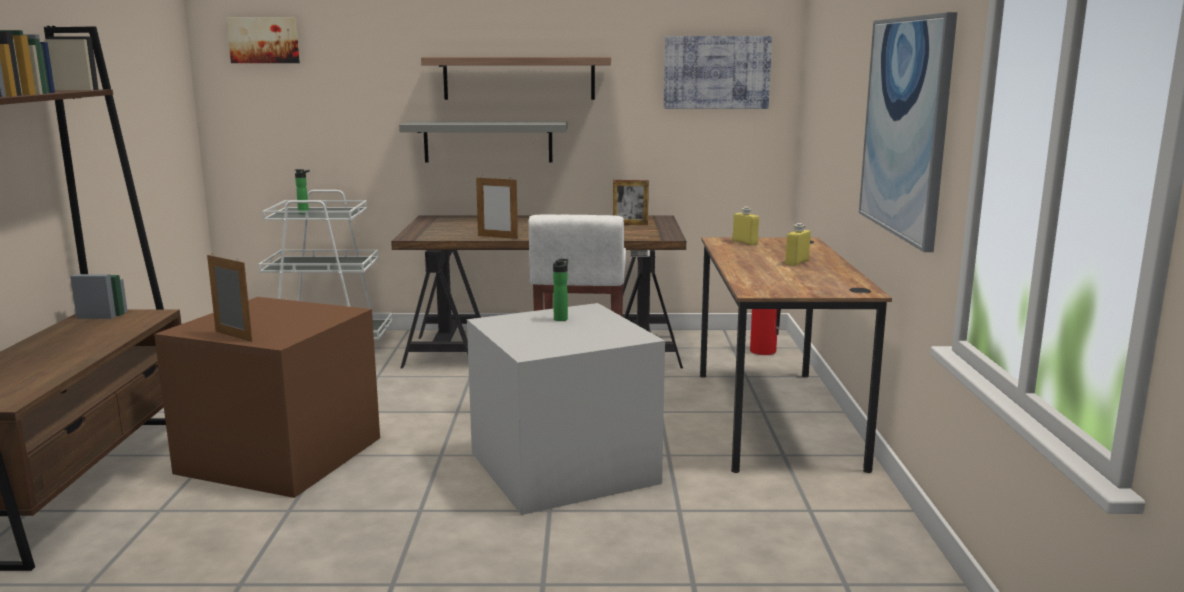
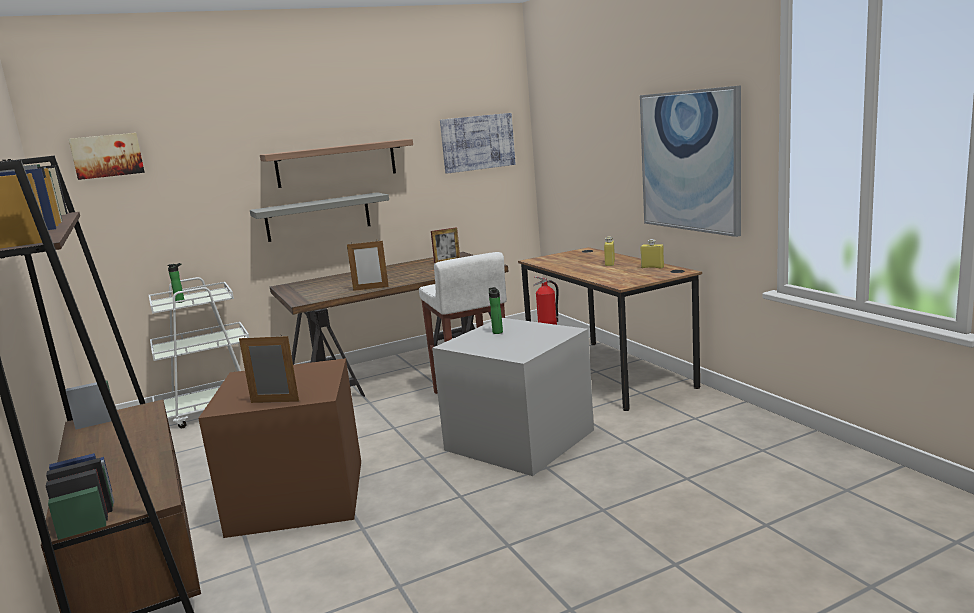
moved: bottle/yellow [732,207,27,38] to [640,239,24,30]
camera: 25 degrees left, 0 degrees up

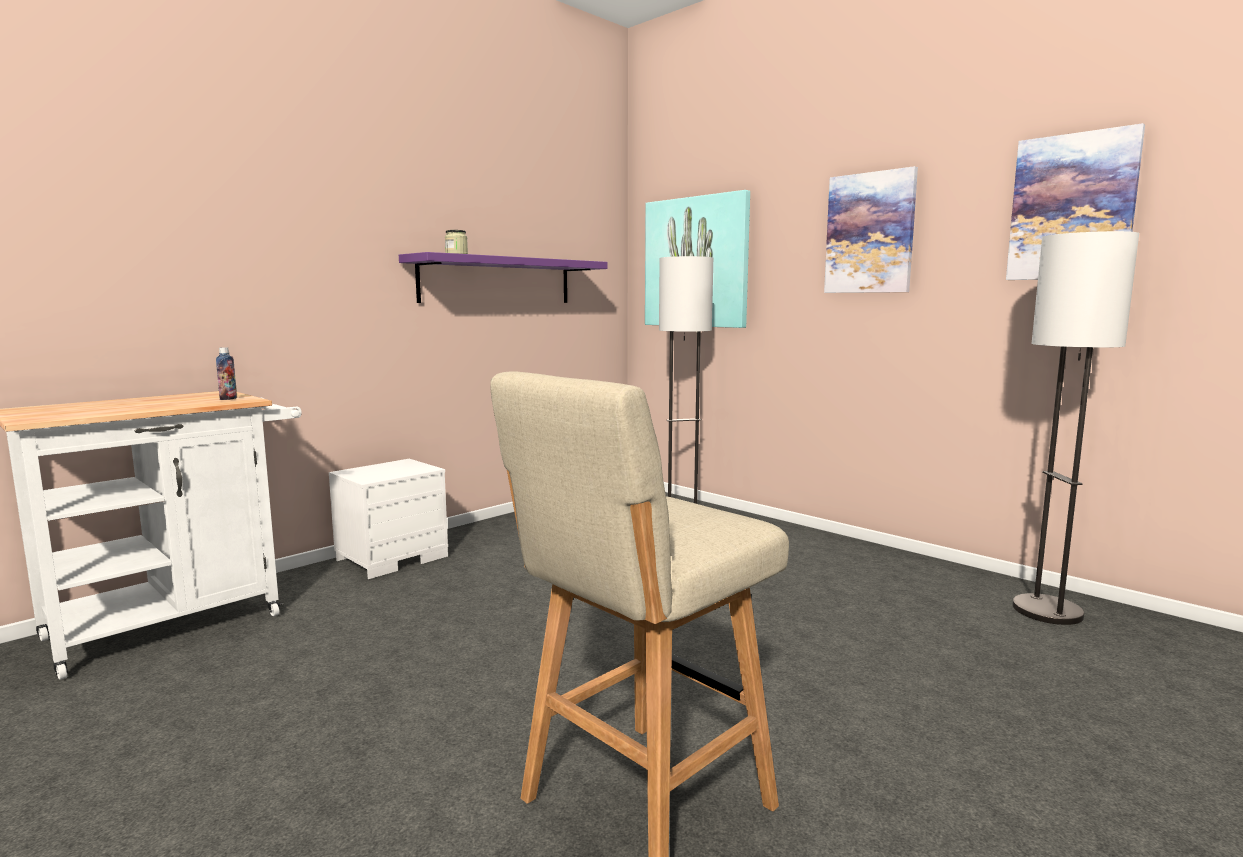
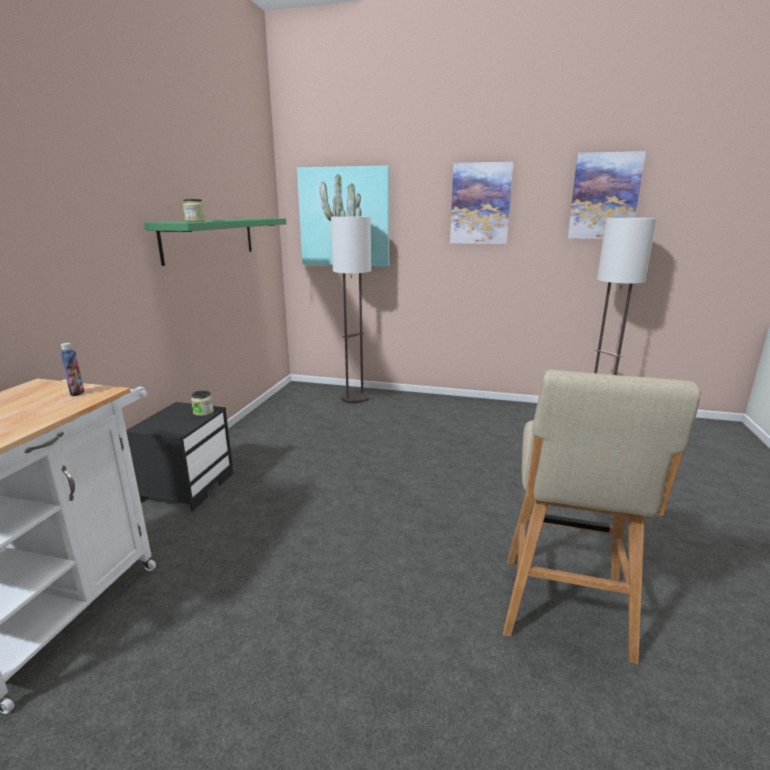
added: jar [191,390,23,26]
recoloured: nightstand/white [329,459,119,120] to nightstand/black [126,402,107,109]; shelf/purple [399,252,208,51] to shelf/green [144,218,142,48]
camera: 30 degrees left, 10 degrees up

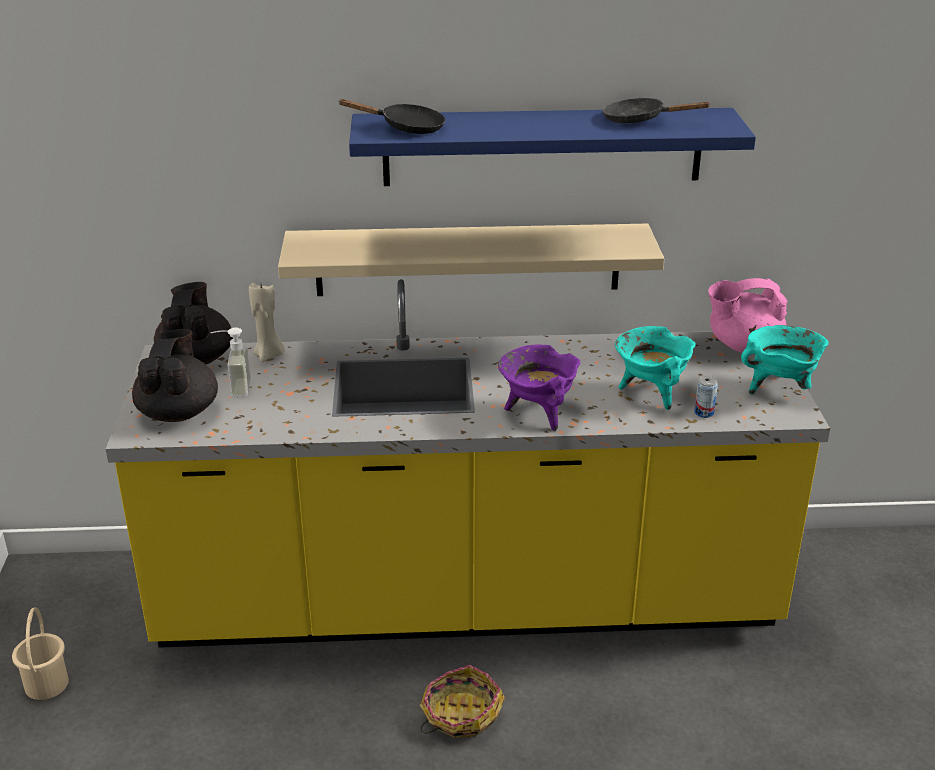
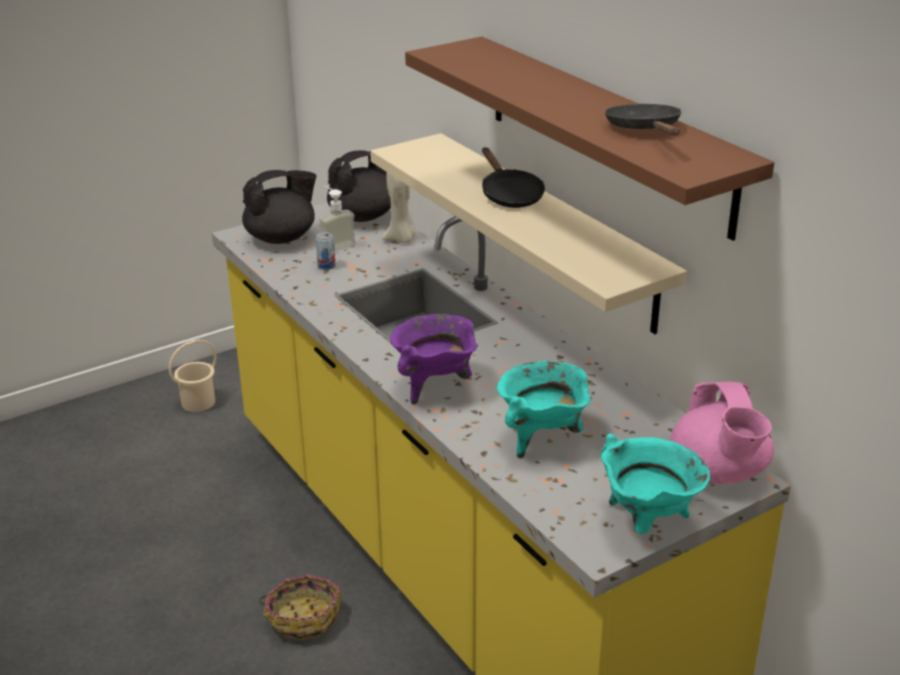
moved: frying pan/black [339,99,106,35] to [482,147,63,61]; can [694,377,24,41] to [316,232,20,38]
recoloured: shelf/blue [349,108,407,78] to shelf/brown [405,36,369,205]
turned: teapot/pink [708,278,79,75] = [670,382,104,102] 150 degrees counterclockwise
camera: 60 degrees right, 0 degrees up

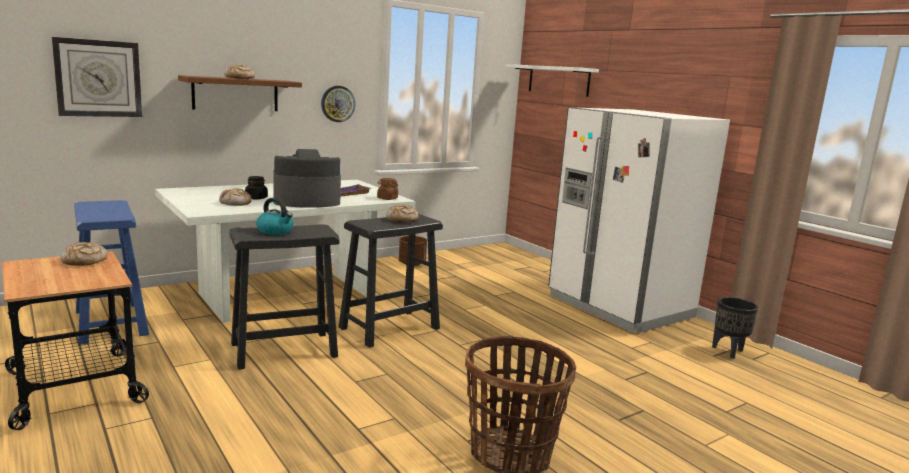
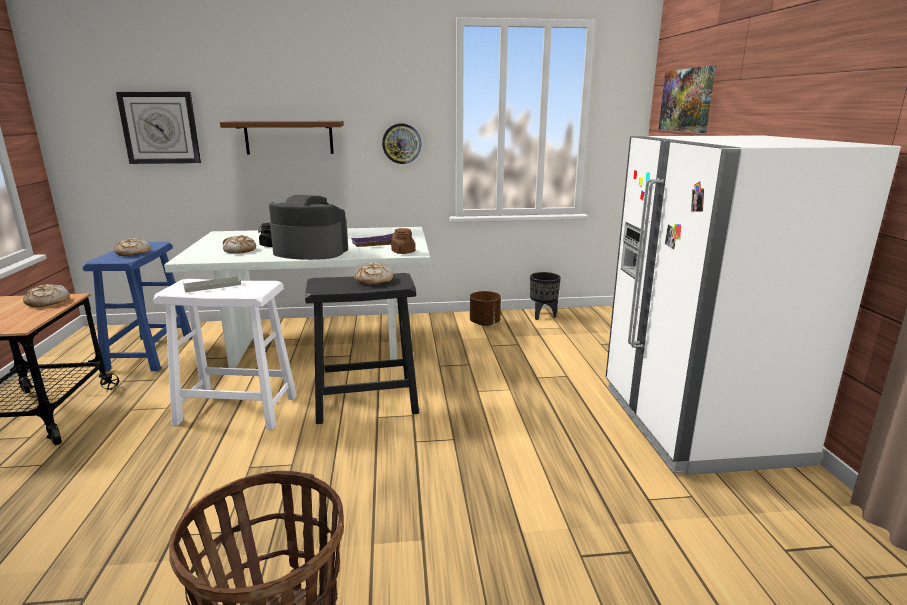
moved: bread [224,65,31,14] to [114,238,37,18]; planter/black [712,297,46,62] to [530,272,31,48]
replaced: kettle [256,198,38,37] to tray/grey [183,274,58,19]; shelf/white [505,64,94,32] to picture [659,66,57,67]
recoloured: stool/black [230,224,110,146] to stool/white [153,279,144,151]
camera: 30 degrees right, 5 degrees up

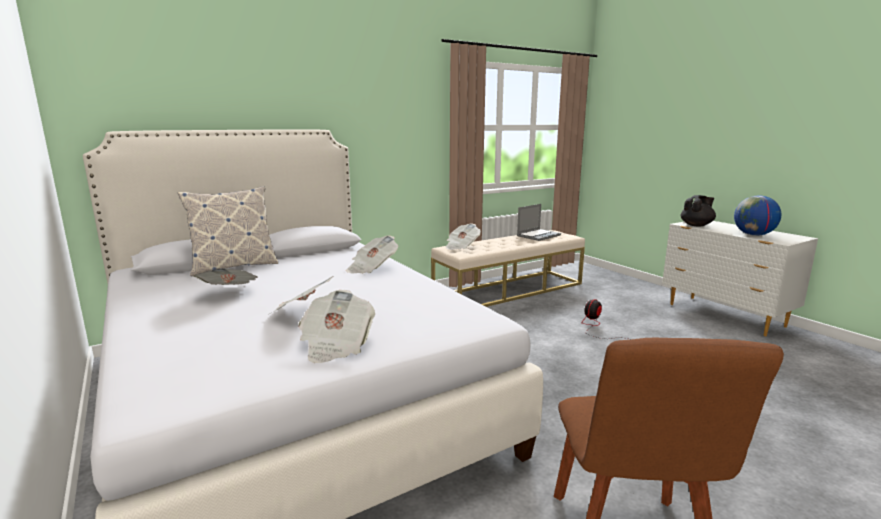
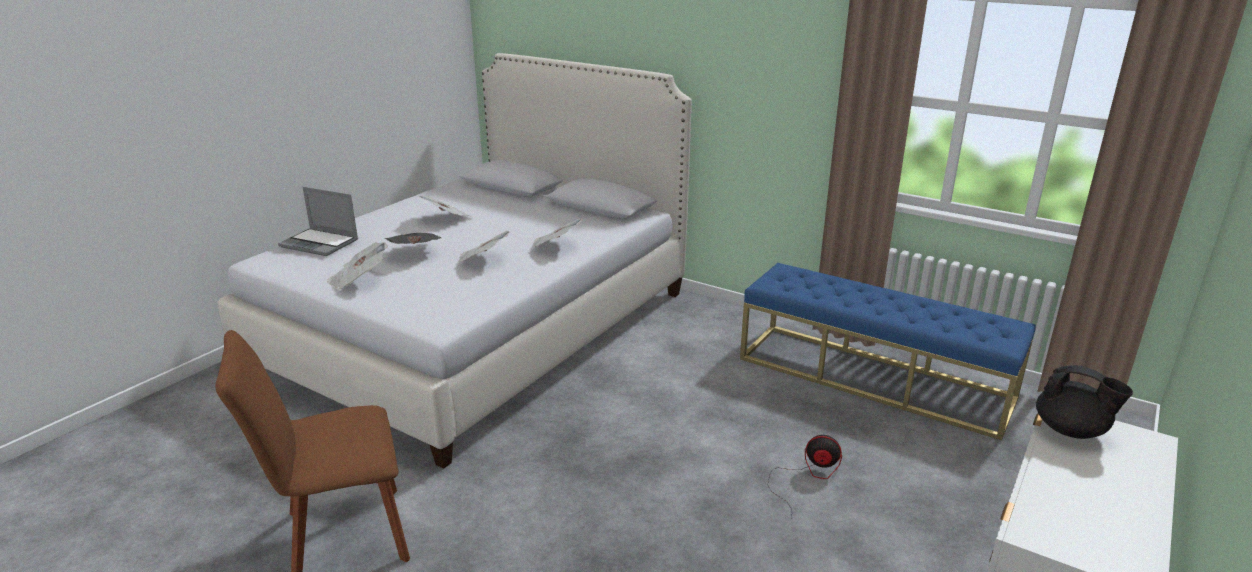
removed: pillow [177,186,101,90]; globe [734,195,47,41]
moved: newspaper [445,224,36,26] to [456,230,53,34]; laptop [517,204,44,37] to [278,187,80,69]
recoloured: bench/beige [431,230,154,77] to bench/blue [740,263,296,177]
camera: 65 degrees right, 10 degrees up

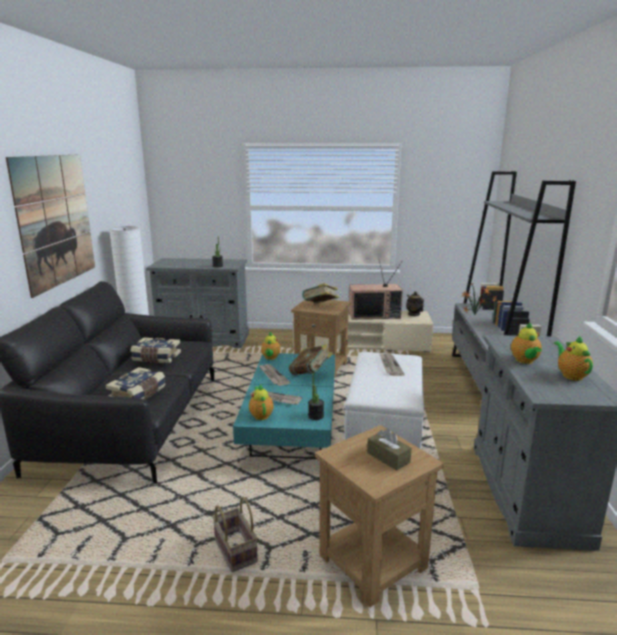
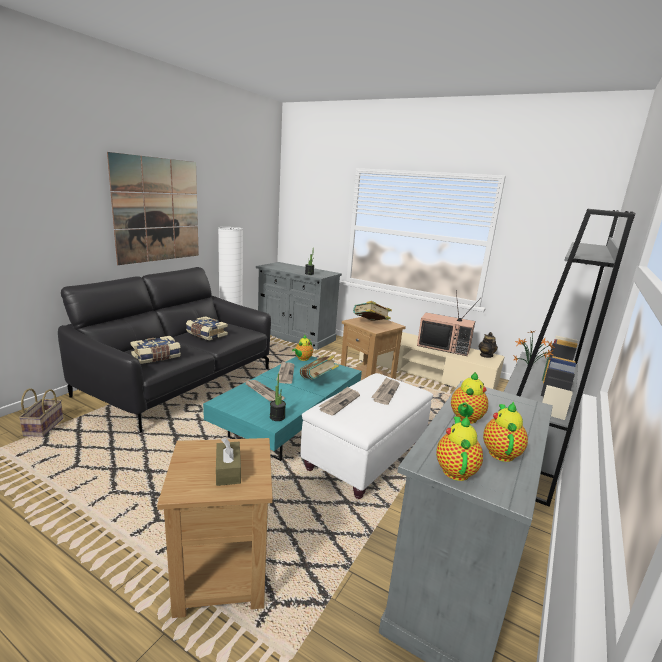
added: newspaper [318,387,42,29]
moved: basket [213,497,45,75] to [18,388,46,49]; teapot [249,384,25,36] to [436,416,47,65]
camera: 25 degrees right, 0 degrees up

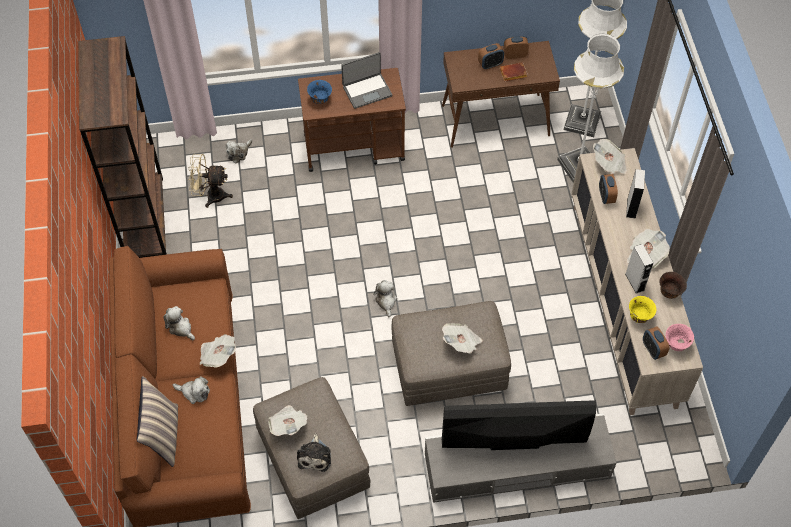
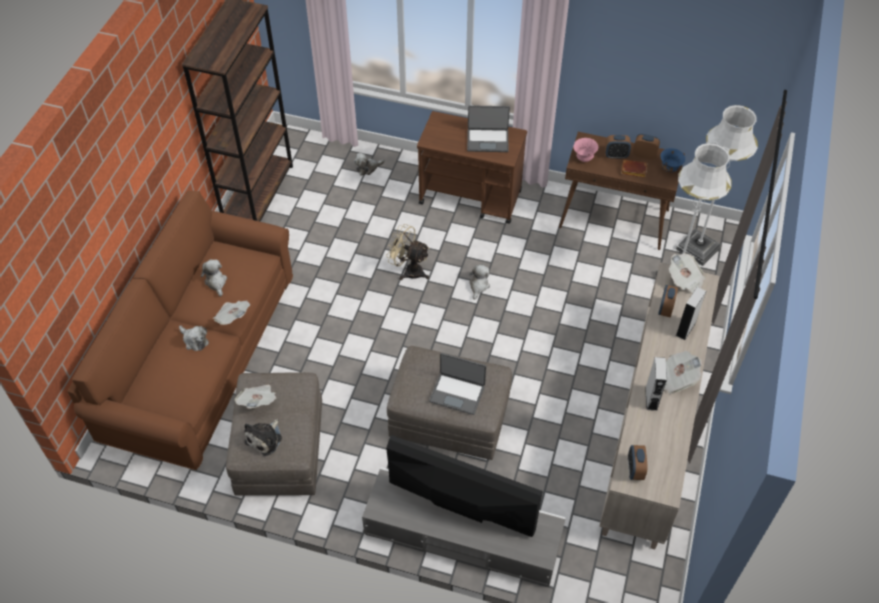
removed: pillow [137,376,41,91]; bowl/yellow [629,296,28,27]; bowl/brown [659,272,28,27]
moved: fan/beige [188,154,45,54] to [386,224,44,56]; bowl/blue [307,80,25,24] to [660,148,25,24]; plush toy [373,280,24,38] to [469,265,21,35]; bowl/pink [666,324,28,27] to [573,138,25,24]
replaced: newspaper [442,323,40,31] to laptop [429,353,57,62]
camera: 25 degrees right, 5 degrees down

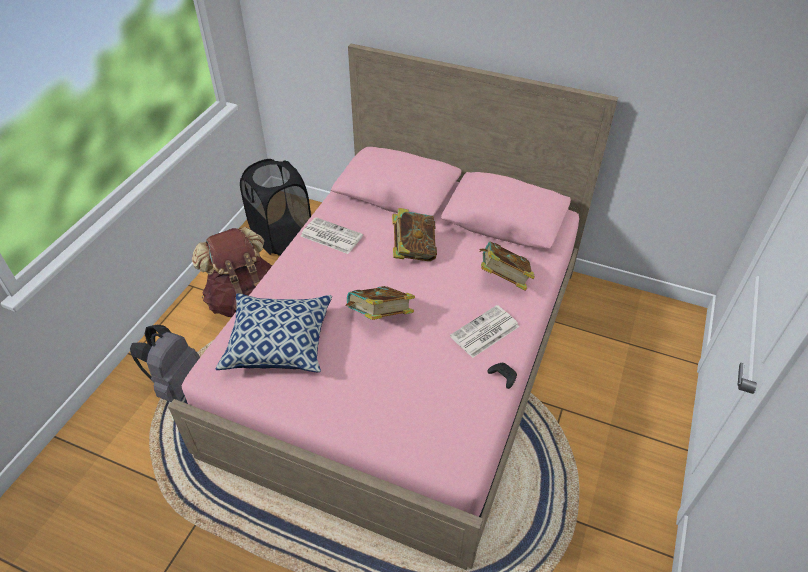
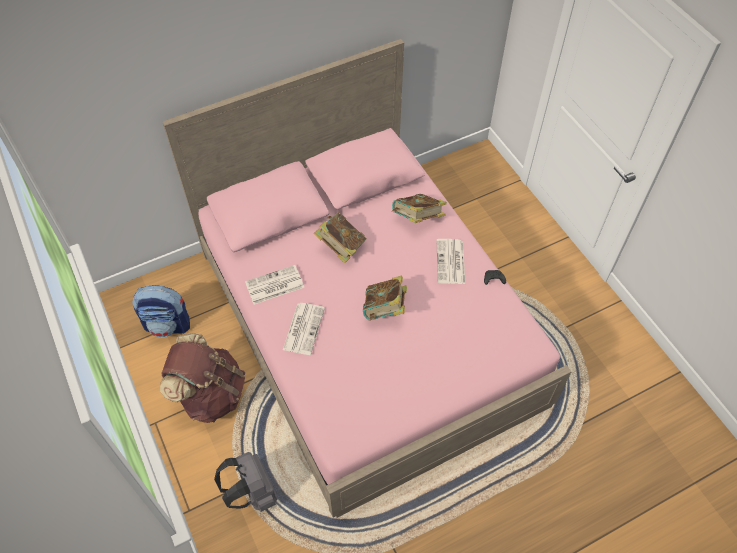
removed: pillow [216,293,116,79]
added: newspaper [283,303,42,52]
replaced: laundry basket/black [240,159,71,97] to backpack [132,285,58,52]
camera: 50 degrees left, 10 degrees up

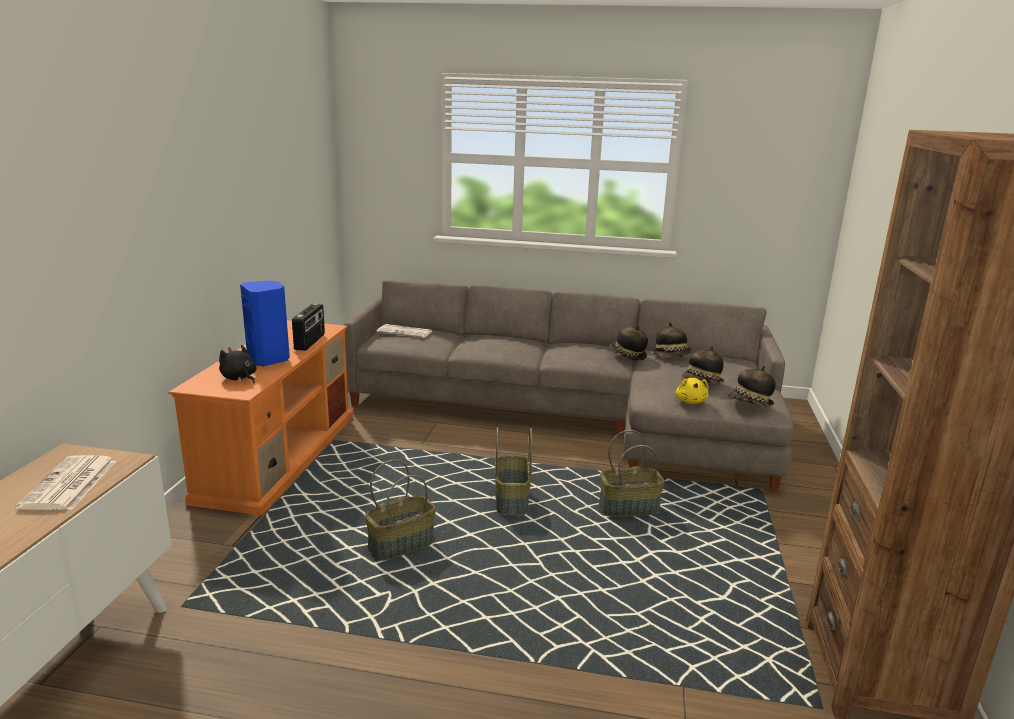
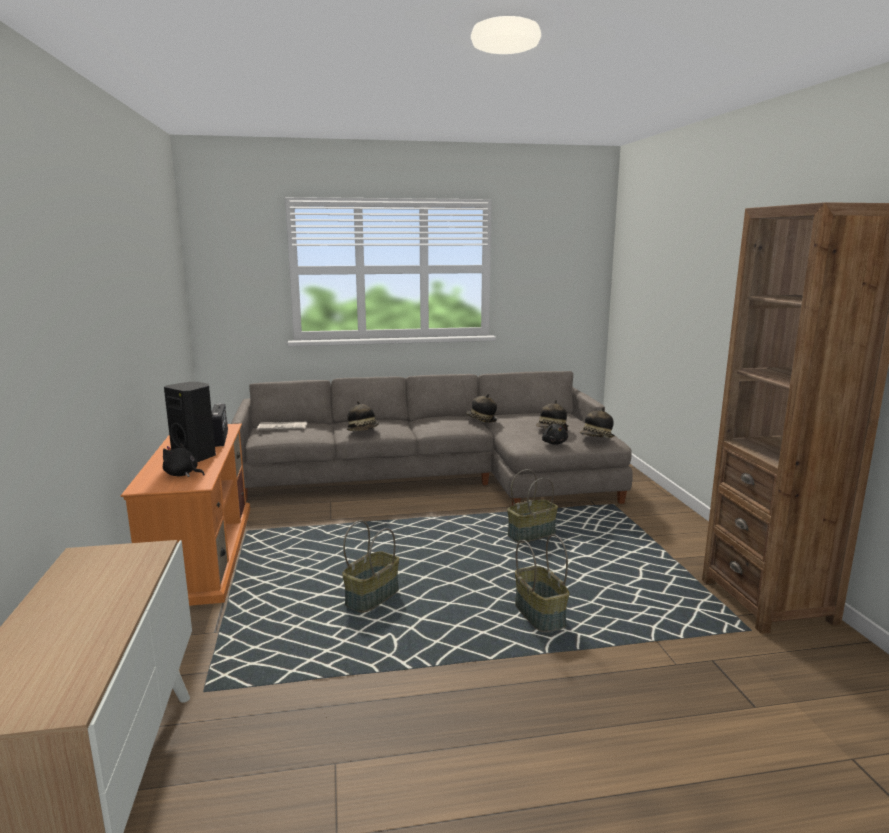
removed: newspaper [15,455,101,55]
moved: basket [495,427,37,88] to [515,534,54,98]; hat [653,322,38,35] to [347,401,32,30]
recoloured: speaker/blue [240,280,50,87] to speaker/black [164,382,52,80]; plush toy/yellow [675,378,34,26] to plush toy/black [542,424,26,21]
camera: 20 degrees left, 5 degrees down

